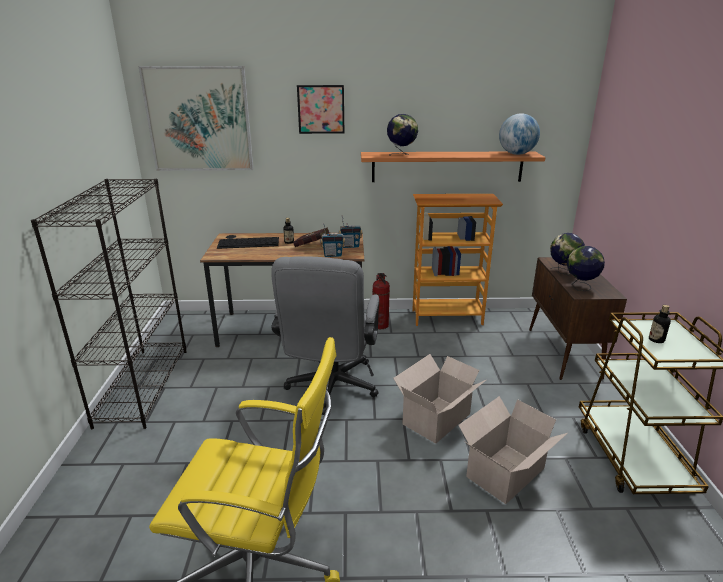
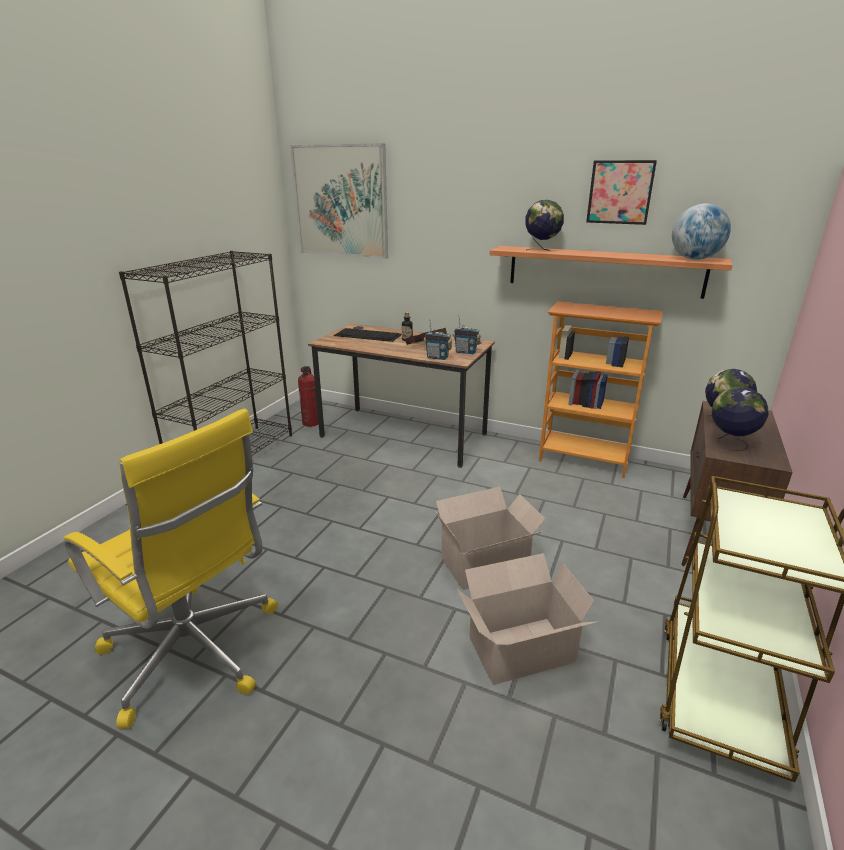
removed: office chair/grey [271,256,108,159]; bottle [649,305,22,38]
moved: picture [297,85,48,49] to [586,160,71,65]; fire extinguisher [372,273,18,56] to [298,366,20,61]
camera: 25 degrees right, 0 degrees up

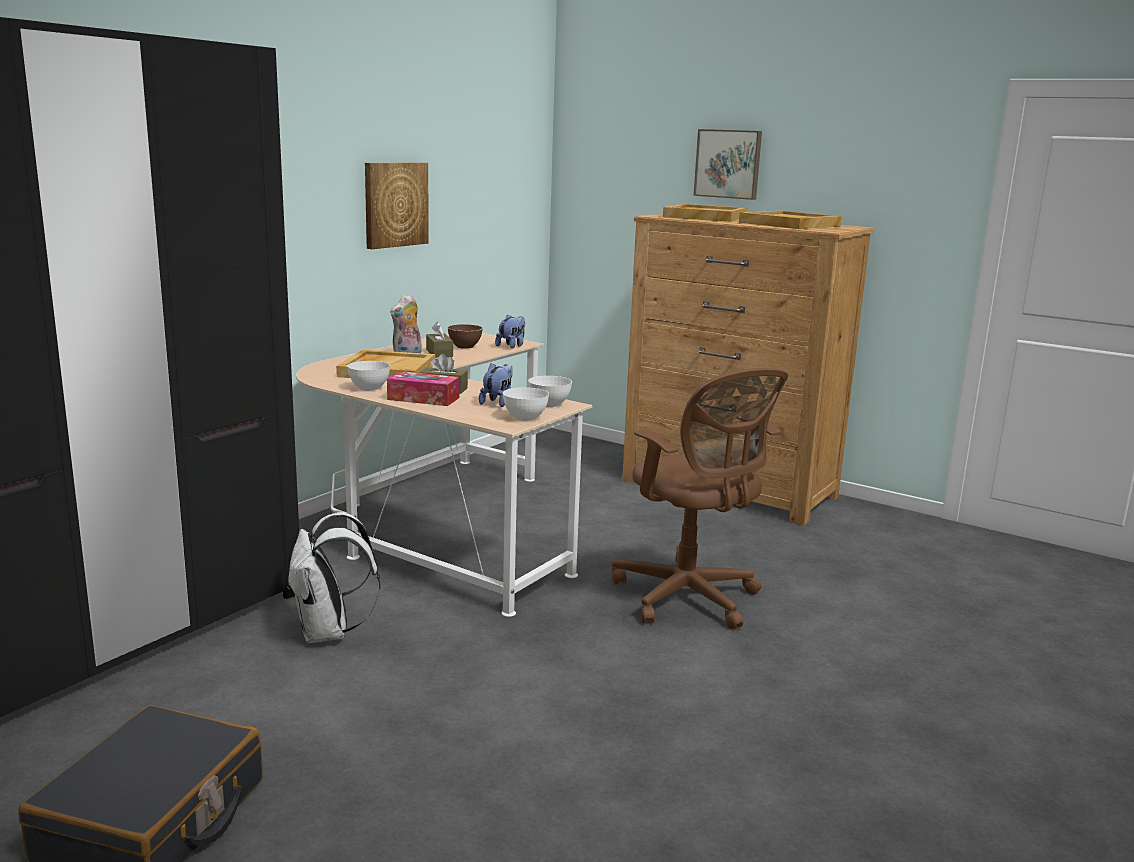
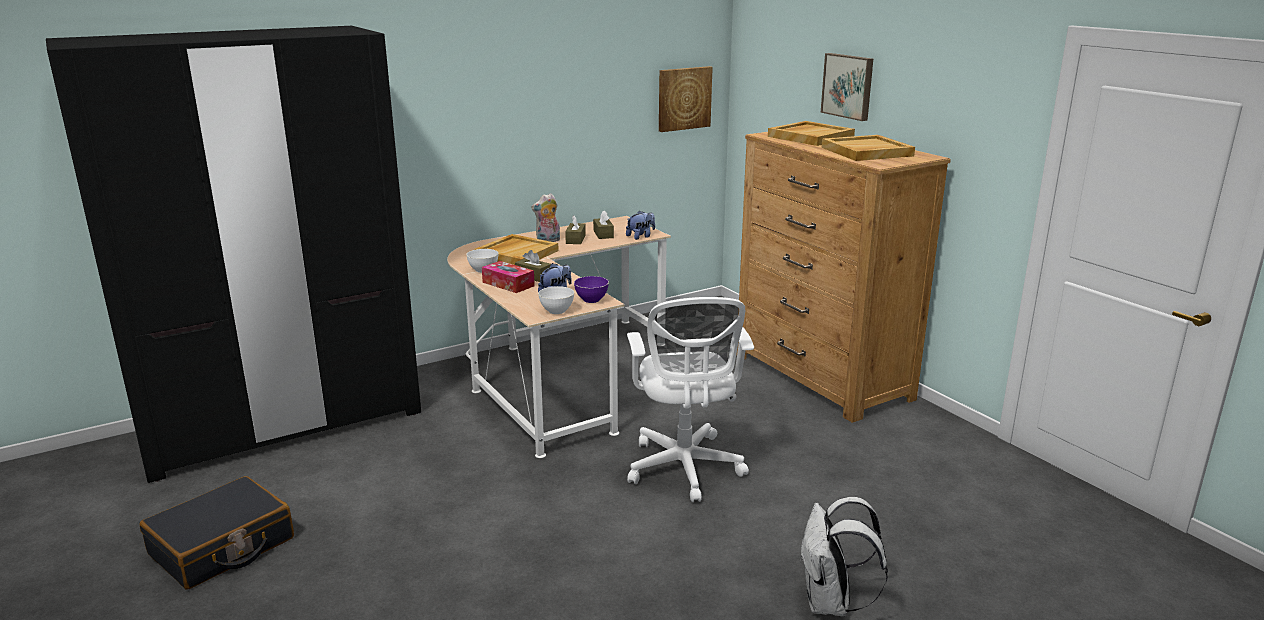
moved: backpack/white [287,512,93,131] to [800,497,88,119]; picture [365,162,64,87] to [659,66,54,66]
replaced: bowl/brown [447,324,36,25] to tissue box/brown [593,210,21,29]
recoloured: bowl/white [528,376,44,31] to bowl/purple [574,276,35,27]; office chair/brown [612,368,176,261] to office chair/white [627,297,127,205]
camera: 25 degrees right, 5 degrees up

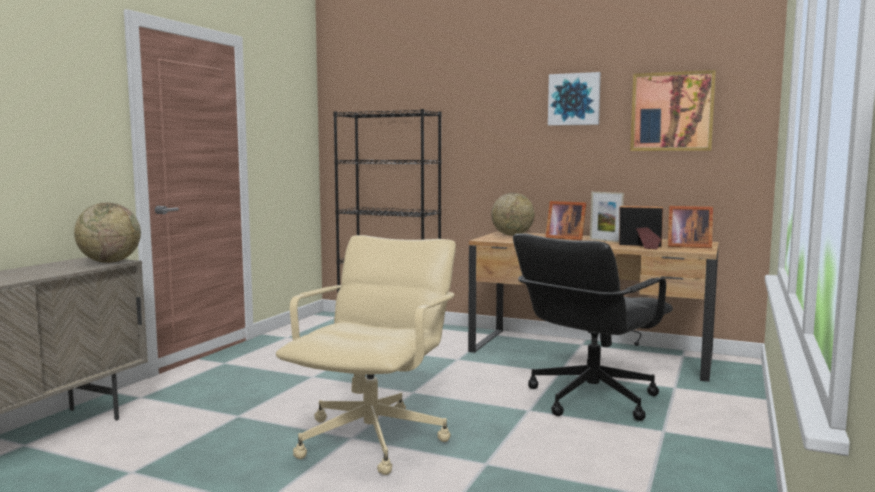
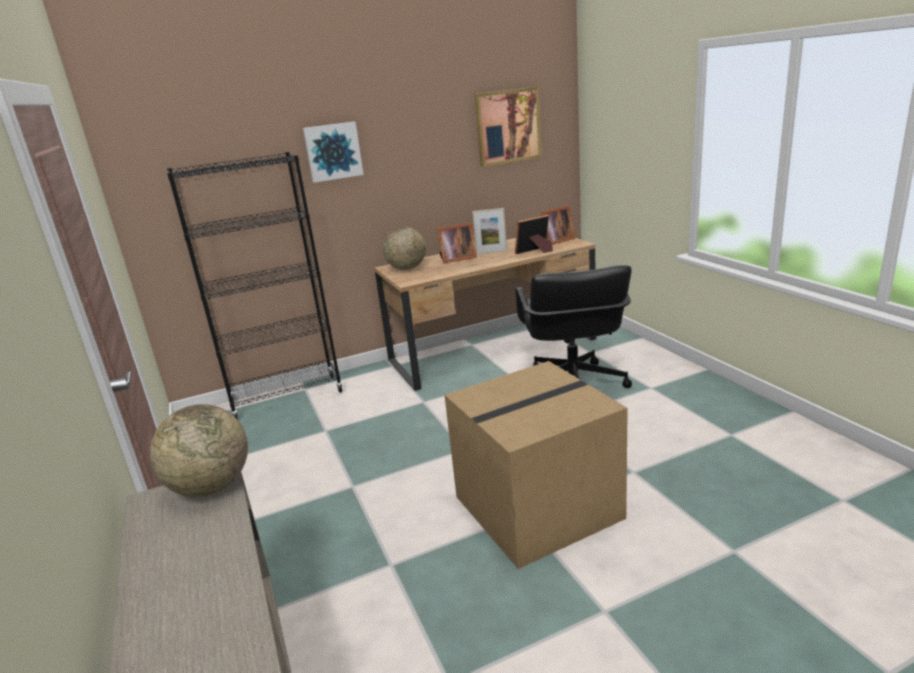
moved: picture [548,72,53,54] to [303,122,61,61]
replaced: office chair/beige [276,235,180,240] to cardboard box [444,361,184,208]
camera: 45 degrees left, 15 degrees up

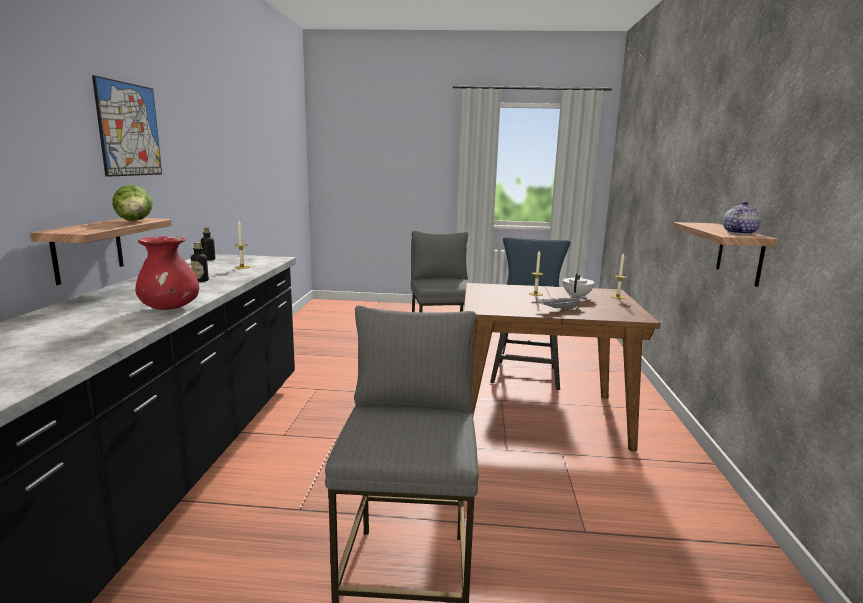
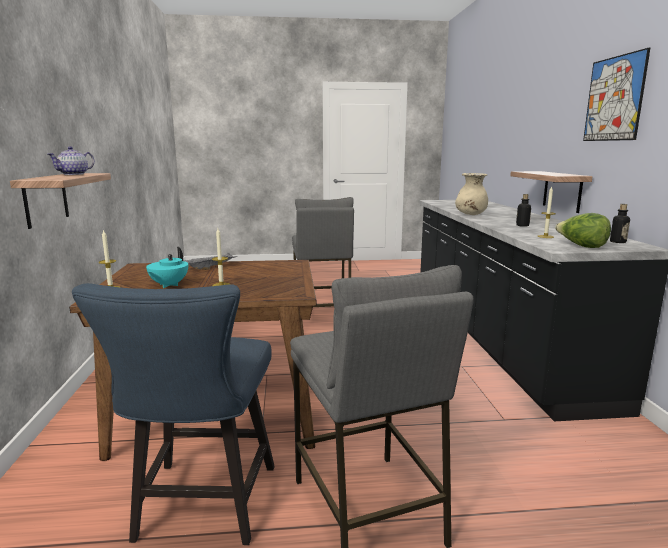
moved: lettuce [112,185,41,36] to [555,213,56,35]
recoloured: vase/red [135,236,64,74] to vase/beige [455,173,33,42]; teapot/white [563,273,32,25] to teapot/turquoise [146,247,42,41]
camera: 170 degrees right, 0 degrees up

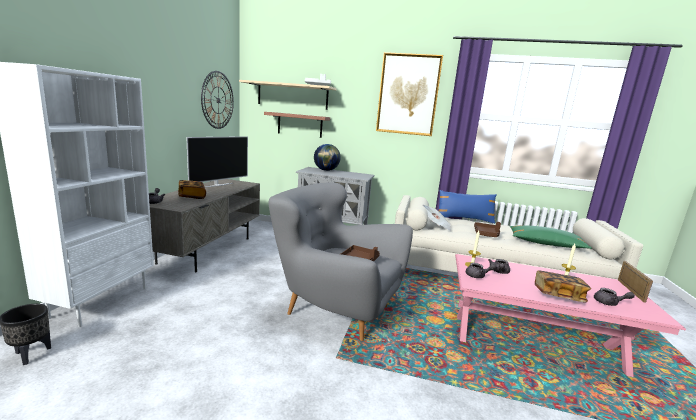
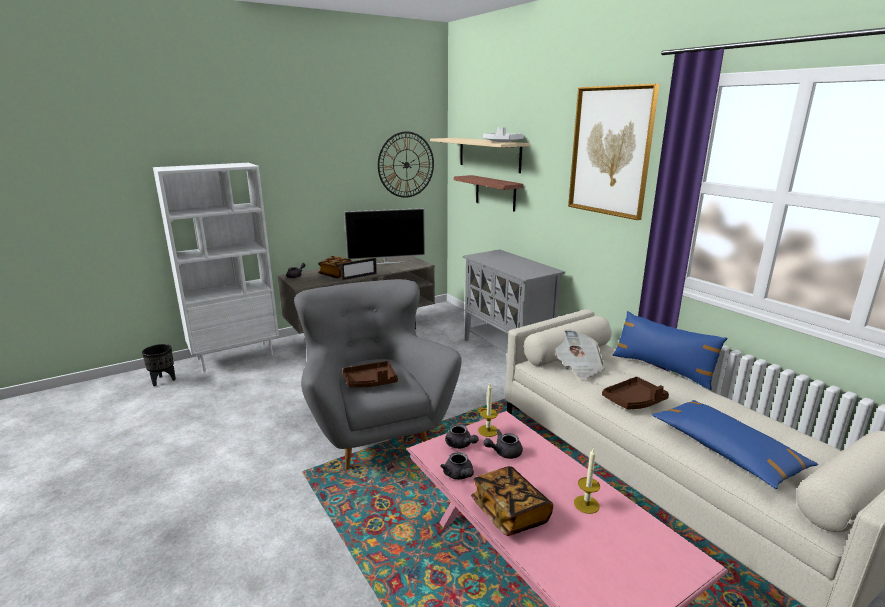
removed: globe [314,144,27,27]
moved: teapot/grey [594,288,41,18] to [440,452,34,28]; picture frame [618,261,35,42] to [341,257,36,24]
recoloured: pillow/green [510,225,82,24] to pillow/blue [652,400,166,89]
camera: 45 degrees right, 5 degrees up

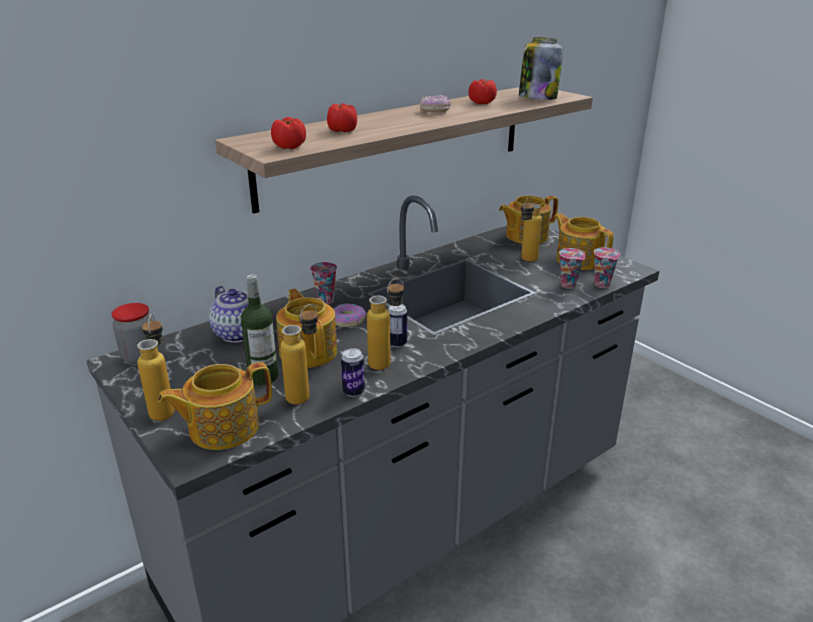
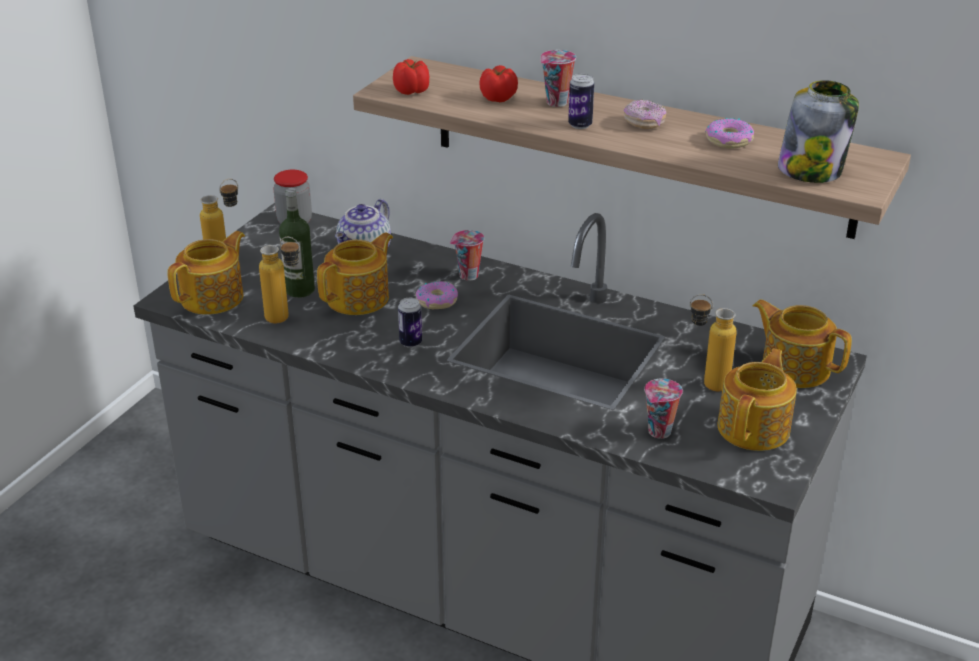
removed: bottle [367,278,37,92]
moved: can [341,348,24,49] to [568,74,26,55]; cup [594,247,26,41] to [541,50,35,57]
replaced: tomato [468,79,29,25] to donut [705,118,49,31]
turned: teapot [157,362,115,88] = [167,231,78,84] 90 degrees clockwise
camera: 65 degrees right, 5 degrees up

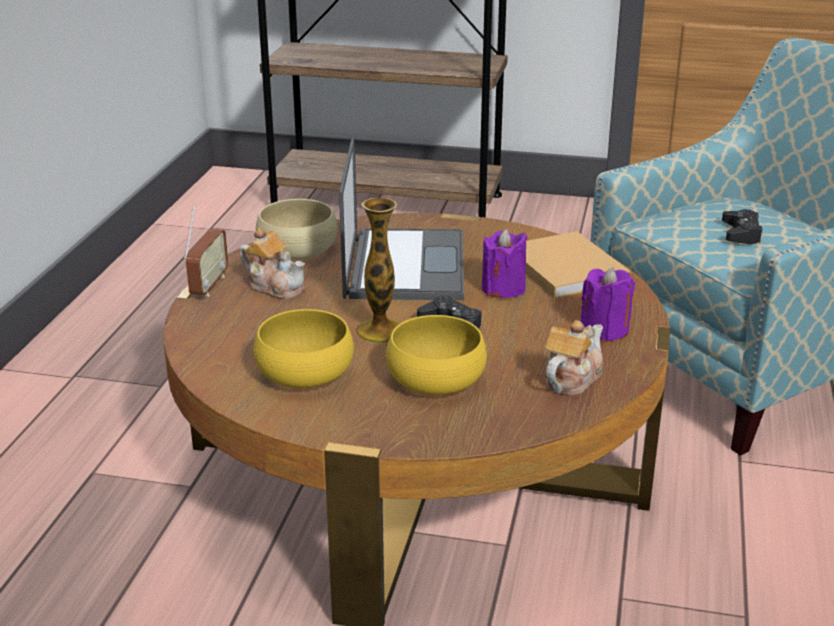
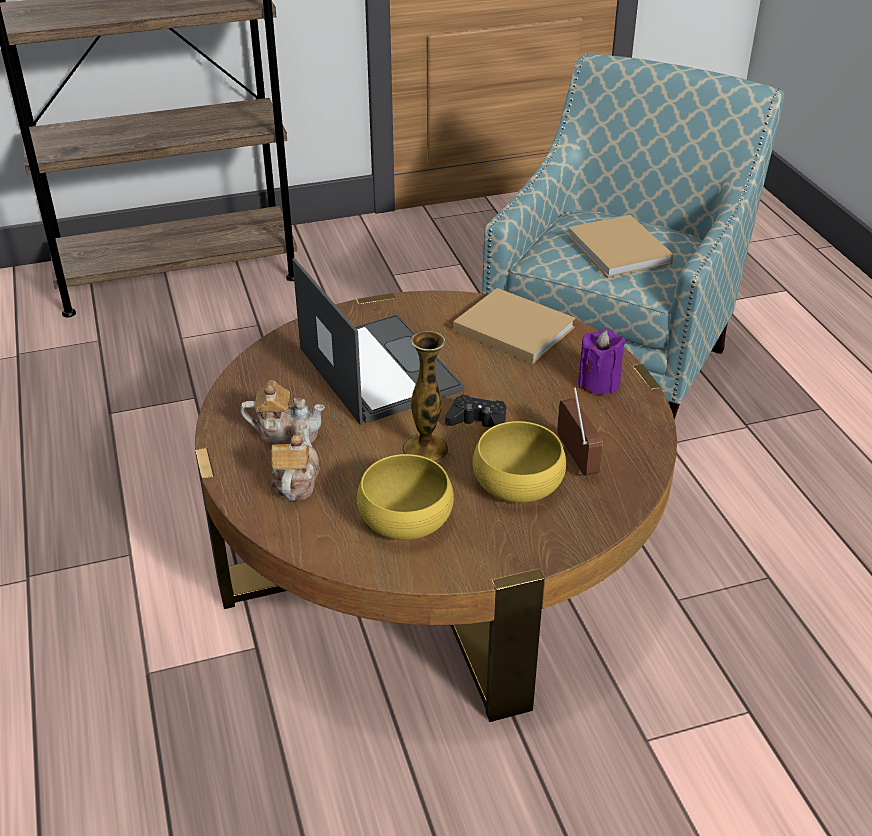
removed: bowl/beige [256,199,82,60]; candle/purple [482,229,45,69]
moved: radio [184,205,44,92] to [557,387,46,89]; teapot [544,320,59,76] to [271,424,49,77]
replaced: game controller/black [722,209,41,35] to book/beige [568,215,106,63]
camera: 30 degrees left, 10 degrees up

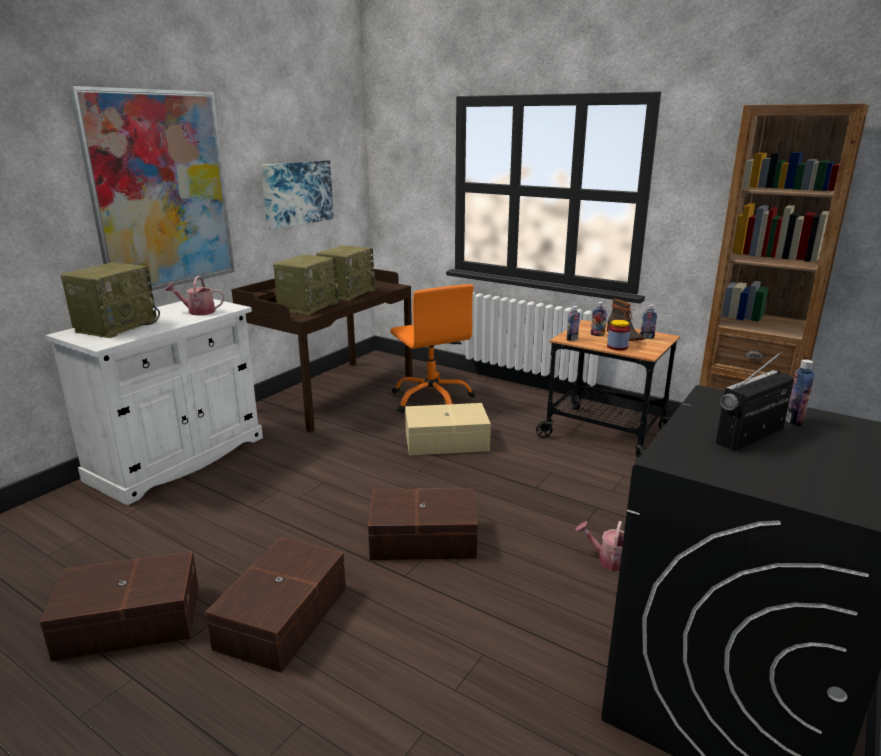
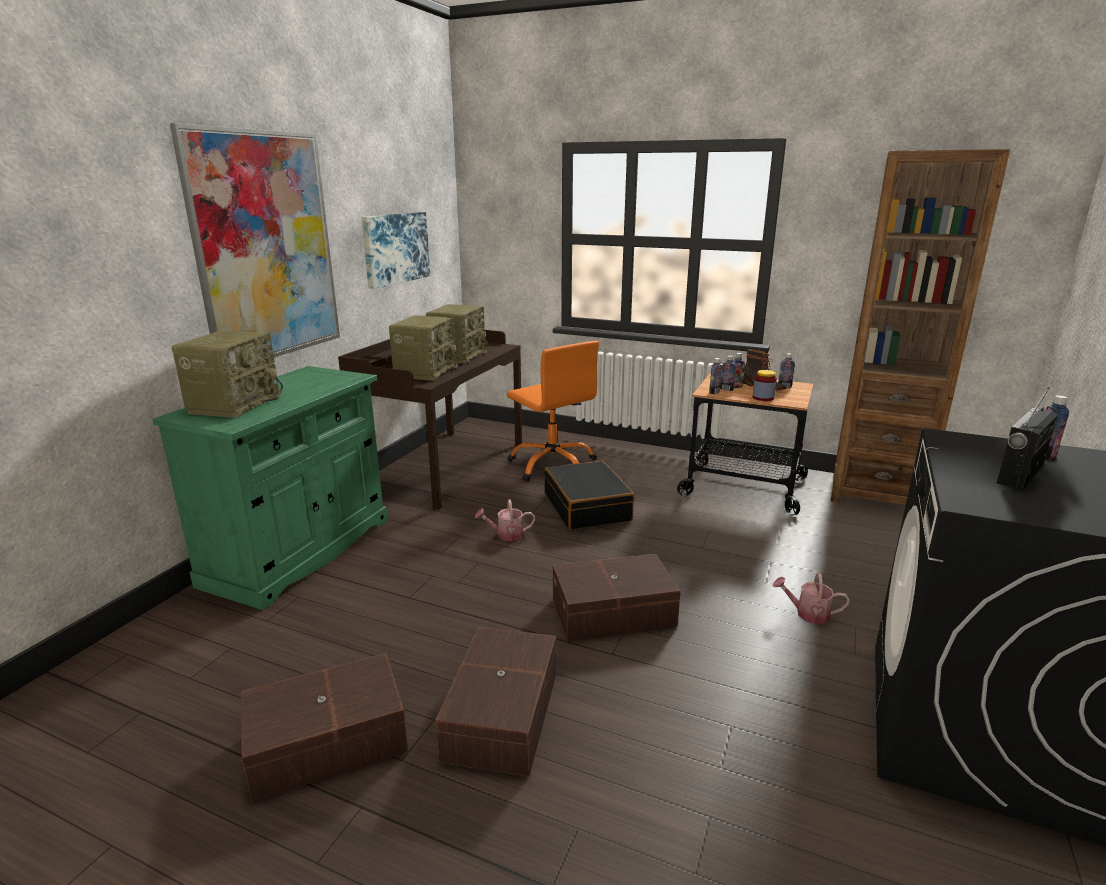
added: bottle [720,355,17,36]
moved: watering can [165,276,60,40] to [475,499,60,42]
replaced: storage box/beige [405,403,86,53] to suitcase/black [544,461,91,69]
recoloured: cabinet/white [45,299,218,206] to cabinet/green [152,366,236,244]
camera: 10 degrees left, 0 degrees up

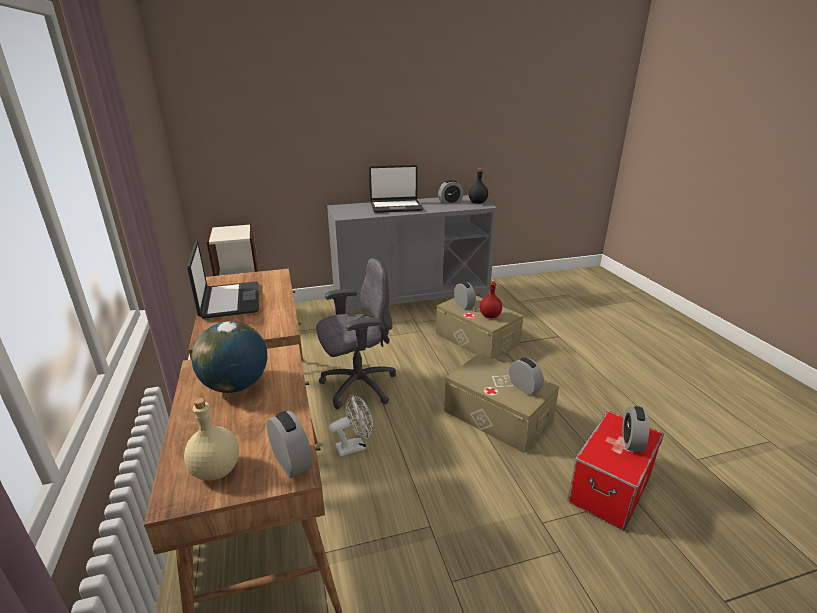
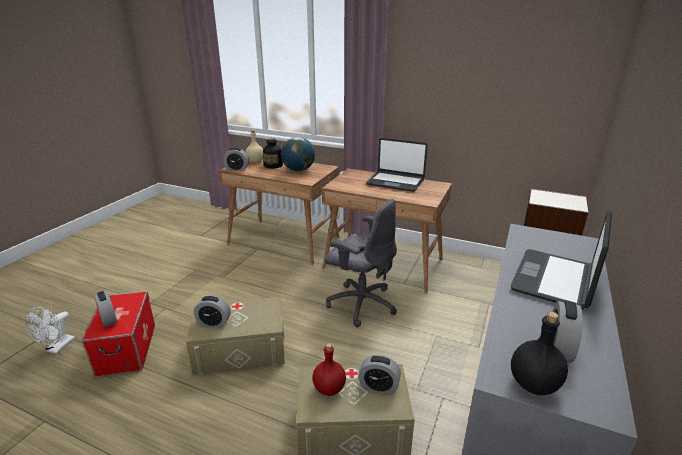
added: bottle [263,138,20,31]
moved: fan/white [329,394,44,62] to [26,307,49,47]
turned: office chair/grey [316,259,80,150] = [325,199,72,128] 75 degrees counterclockwise
camera: 130 degrees right, 0 degrees up

